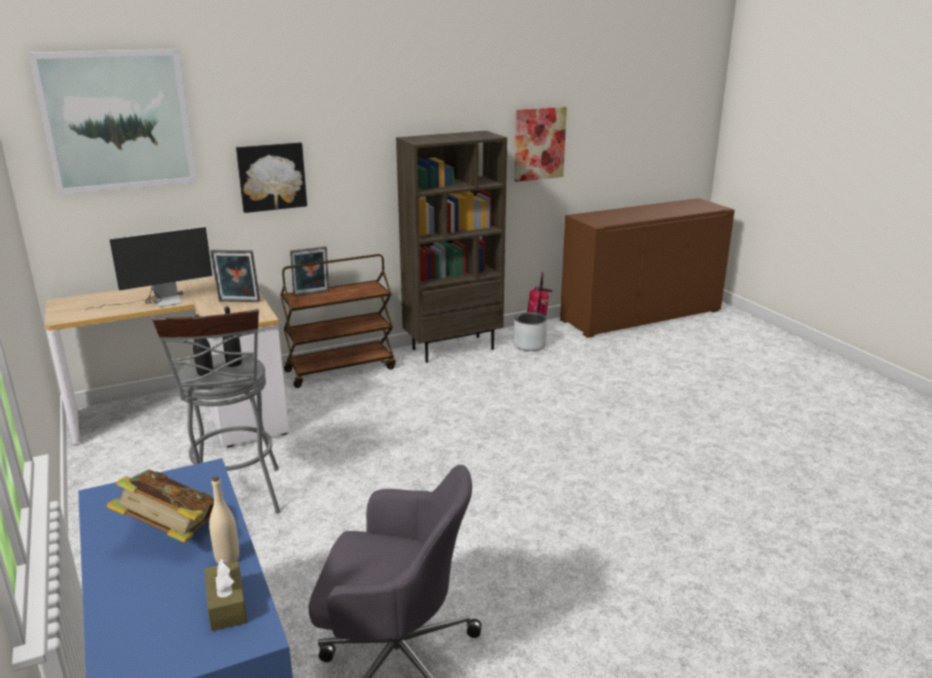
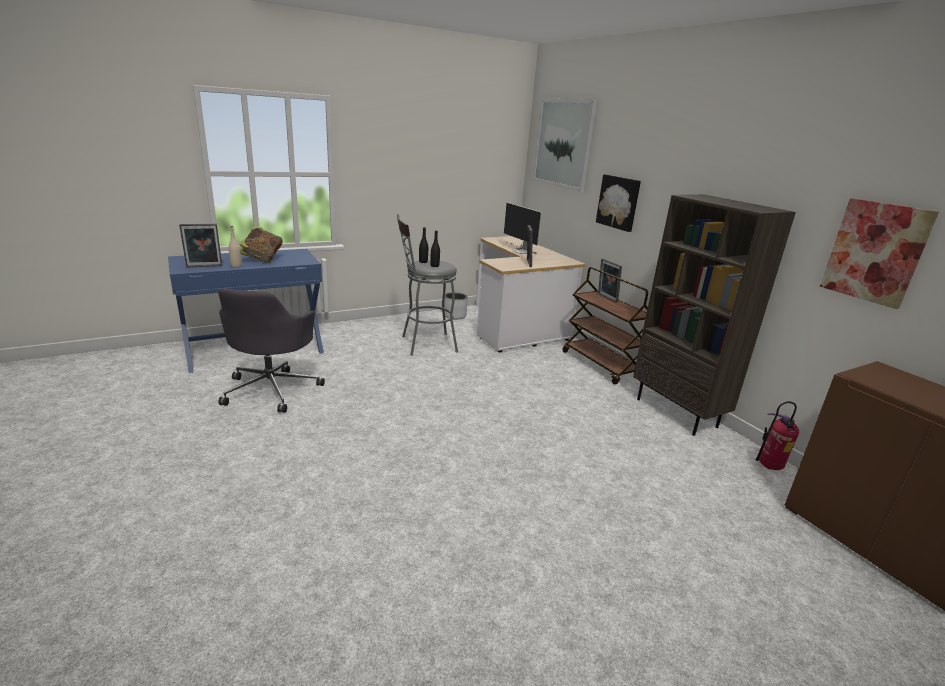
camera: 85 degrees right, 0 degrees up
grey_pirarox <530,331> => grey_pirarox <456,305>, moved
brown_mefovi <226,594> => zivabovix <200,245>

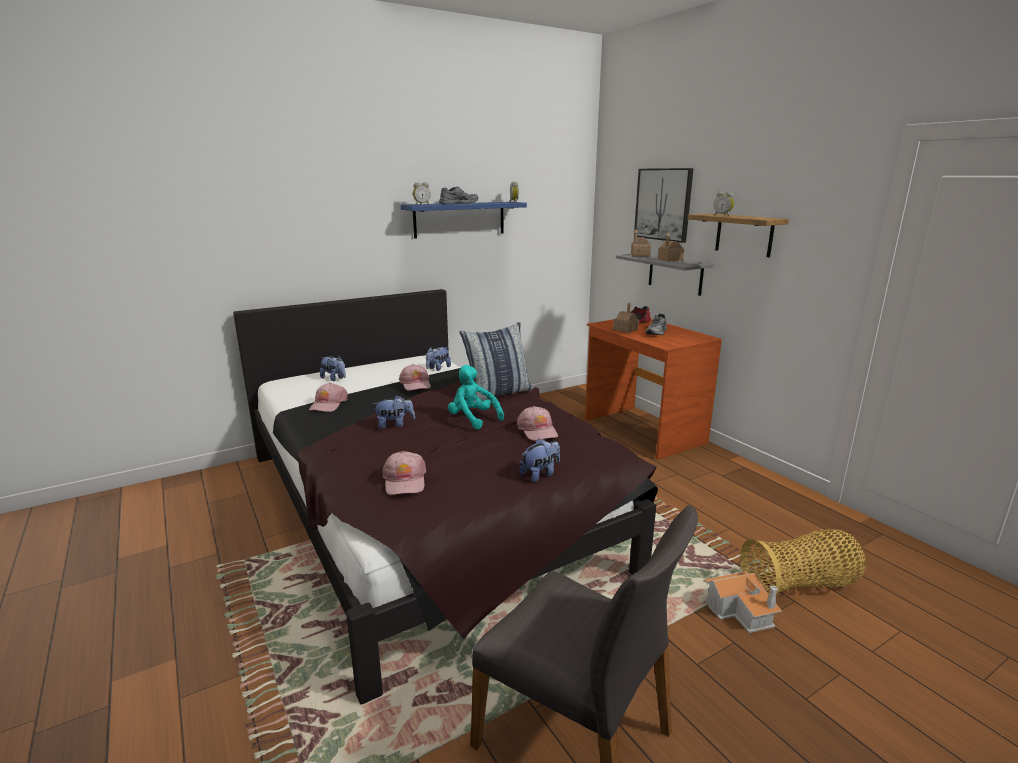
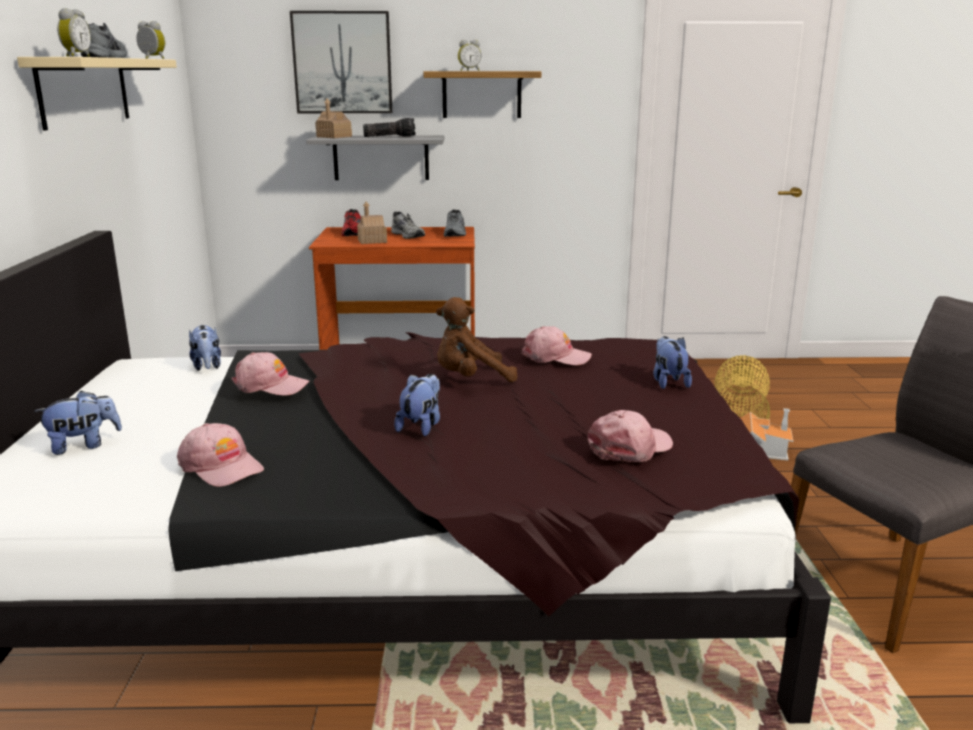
camera: 60 degrees left, 0 degrees up
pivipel <496,361> => nothing
nothing => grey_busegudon <455,223>
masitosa <671,247> => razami <389,127>
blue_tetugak <464,220> => beige_tetugak <97,94>
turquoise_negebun <476,397> => brown_negebun <477,339>
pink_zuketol <404,473> => pink_zuketol <630,436>, 60 degrees counterclockwise

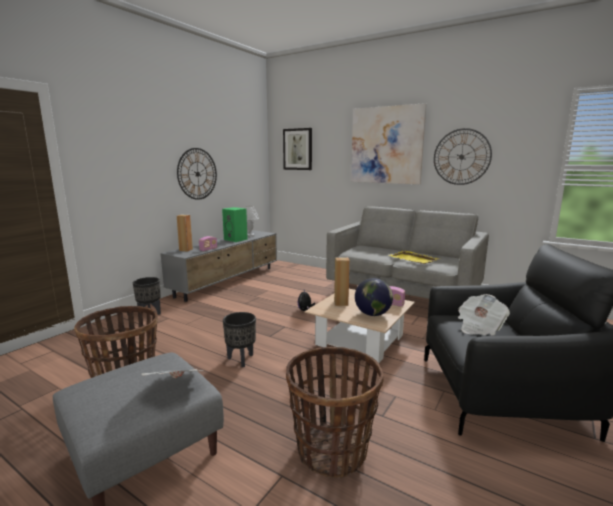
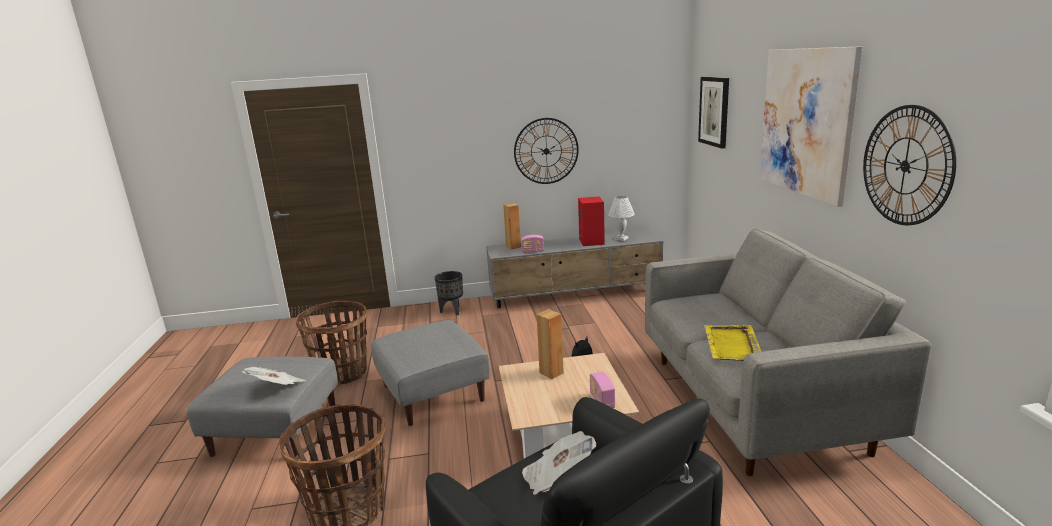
camera: 50 degrees right, 5 degrees up
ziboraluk <374,297> => nothing
black_pirarox <239,339> => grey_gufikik <430,373>
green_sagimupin <235,224> => red_sagimupin <591,221>

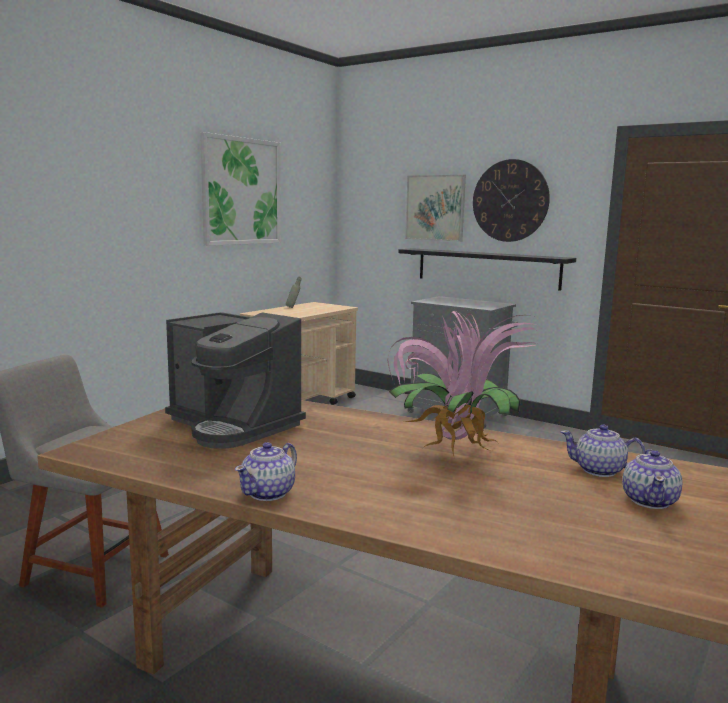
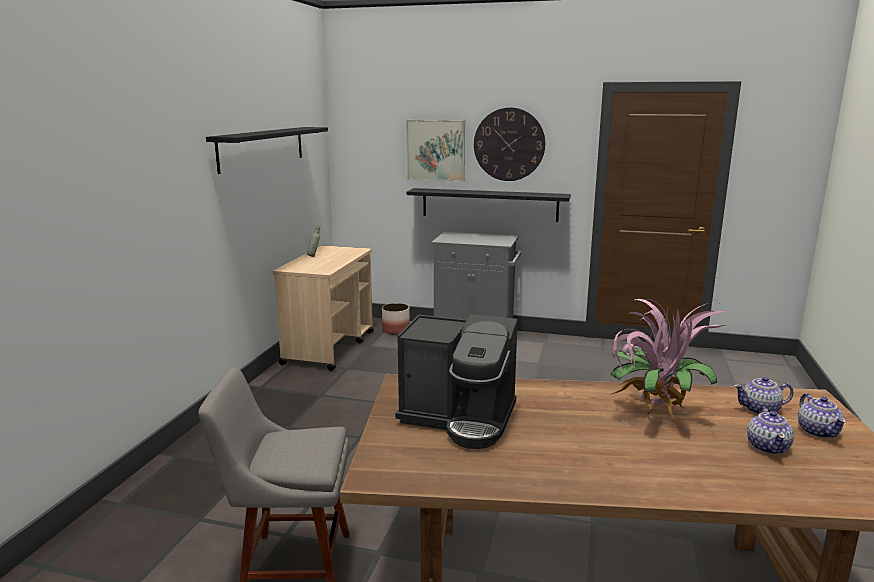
camera: 20 degrees left, 5 degrees up
nothing => pirarox <396,319>
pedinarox <266,471> => pedinarox <770,431>, moved
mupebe <240,189> => black_tetugak <267,150>

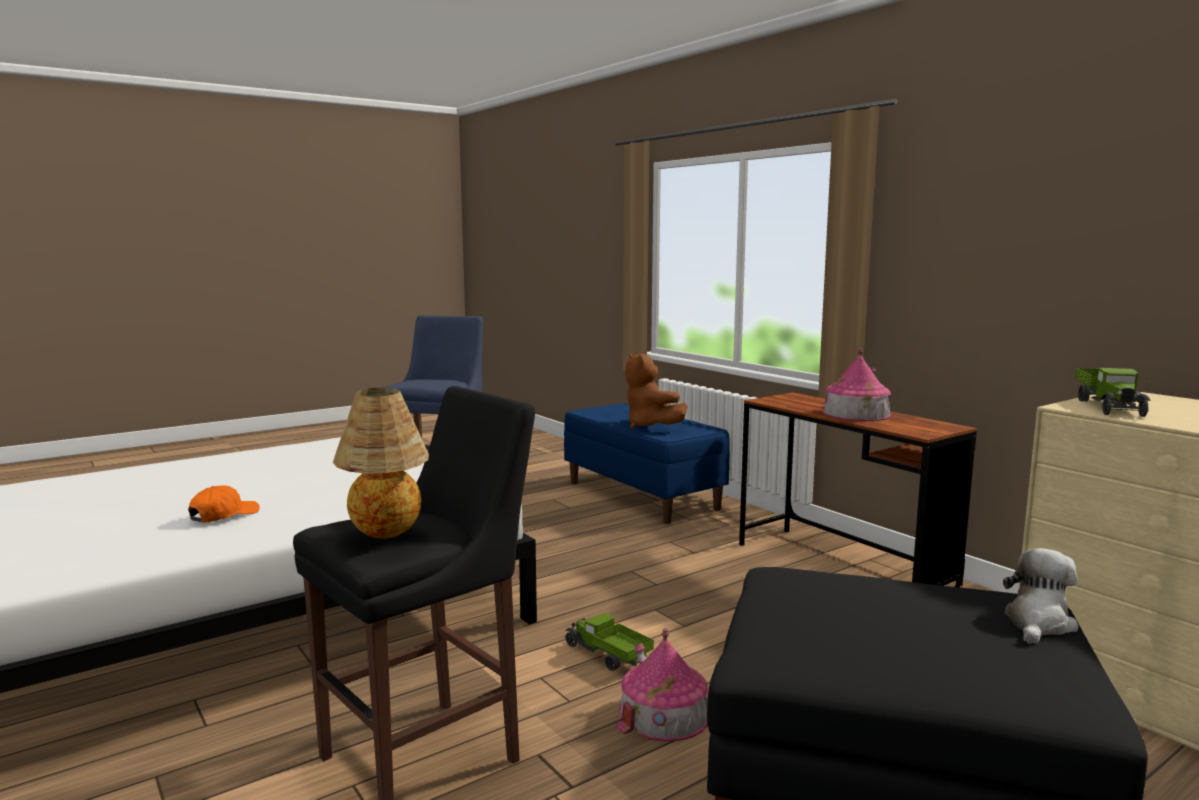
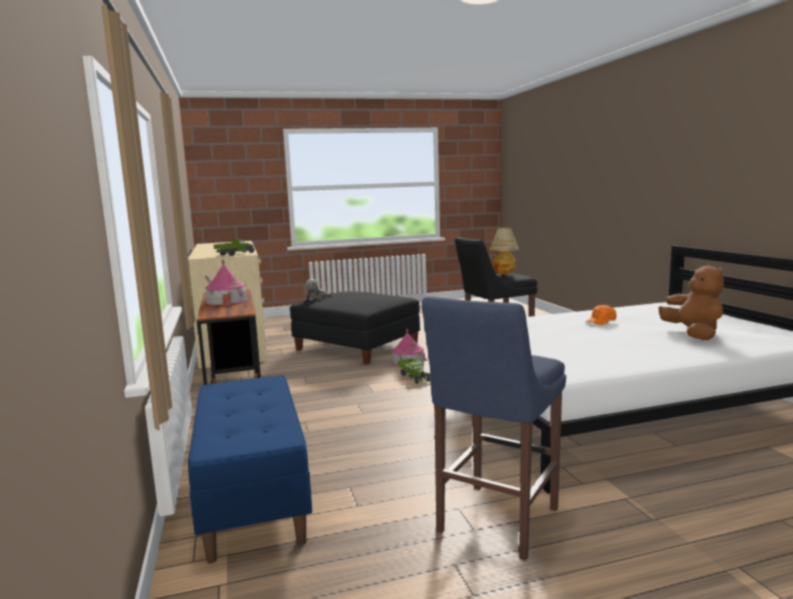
camera: 160 degrees left, 0 degrees up
brown_negebun <656,391> => brown_negebun <691,302>, moved

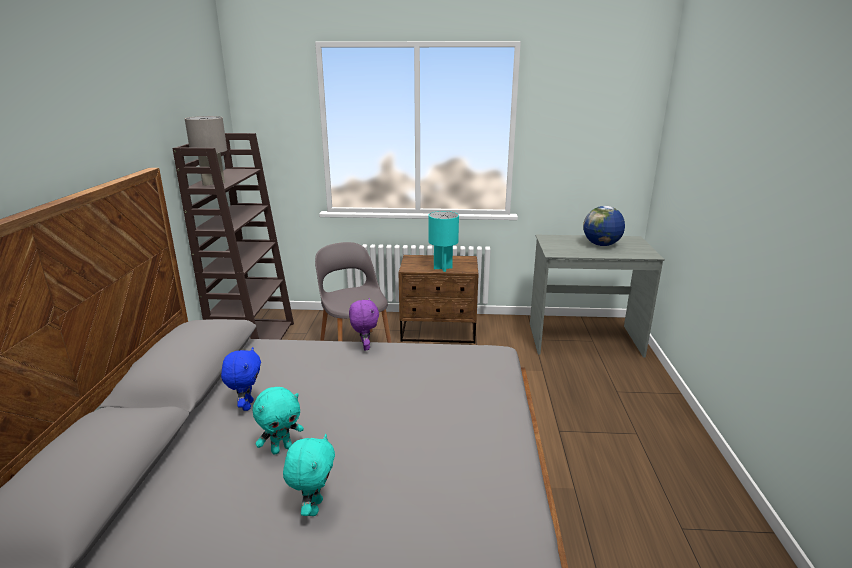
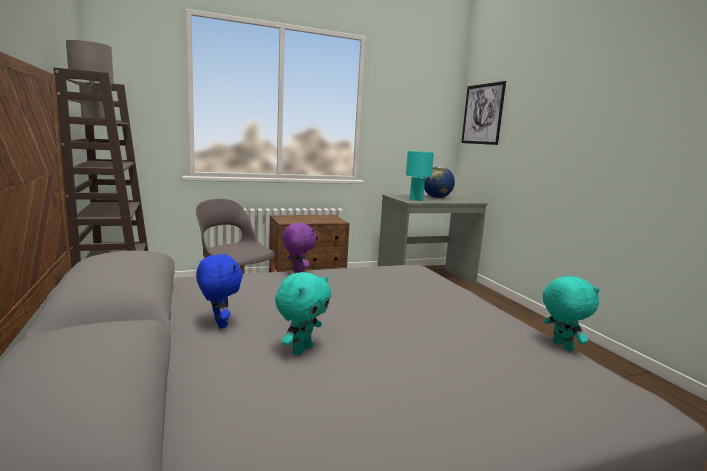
camera: 25 degrees left, 10 degrees down
nothing => mupebe <483,113>
turquoise_negebun <309,475> => turquoise_negebun <571,313>, moved
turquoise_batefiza <443,241> => turquoise_batefiza <420,176>, moved

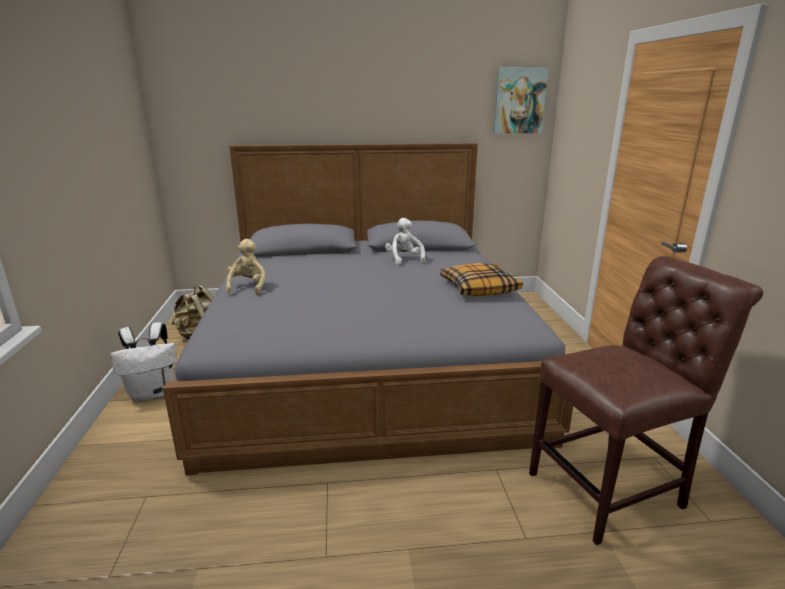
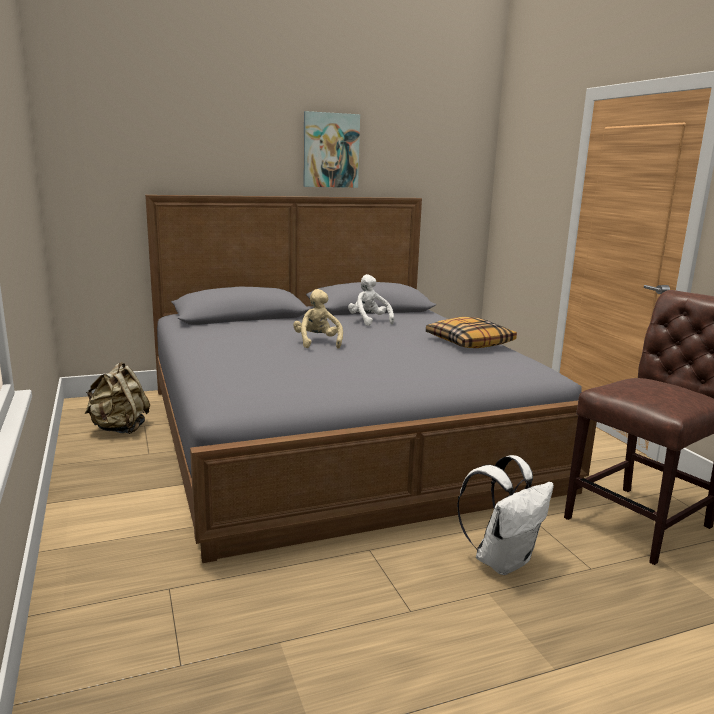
camera: 15 degrees left, 5 degrees down
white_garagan <143,361> => white_garagan <505,515>, moved
beige_negebun <246,267> => beige_negebun <318,319>, moved
mupebe <521,100> => mupebe <332,149>, moved

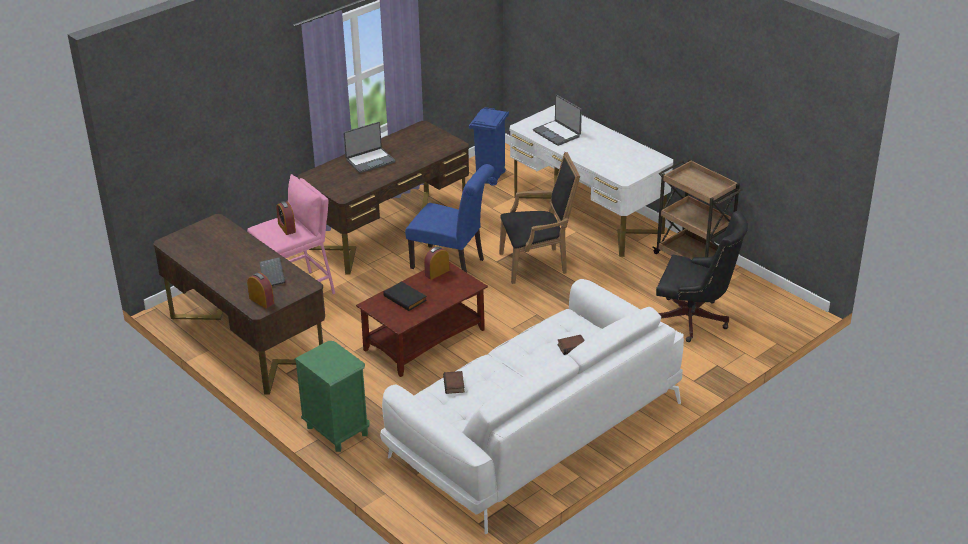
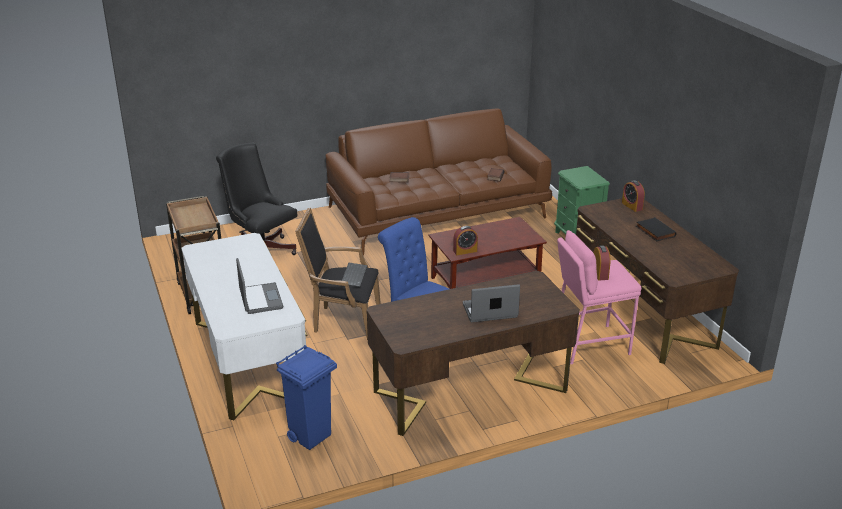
camera: 160 degrees left, 5 degrees down
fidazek <272,271> => fidazek <354,275>, moved
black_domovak <405,296> => black_domovak <656,229>, moved
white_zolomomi <532,406> => brown_zolomomi <439,182>

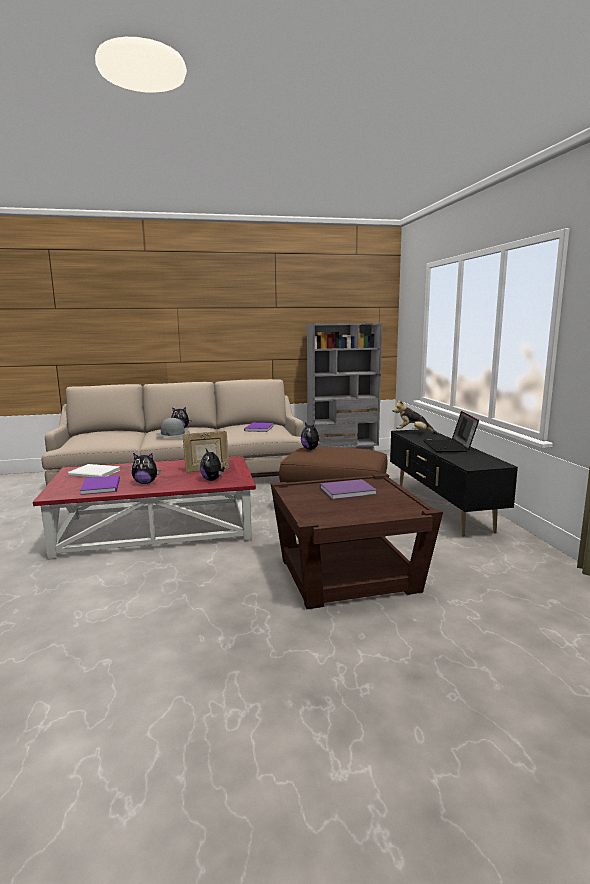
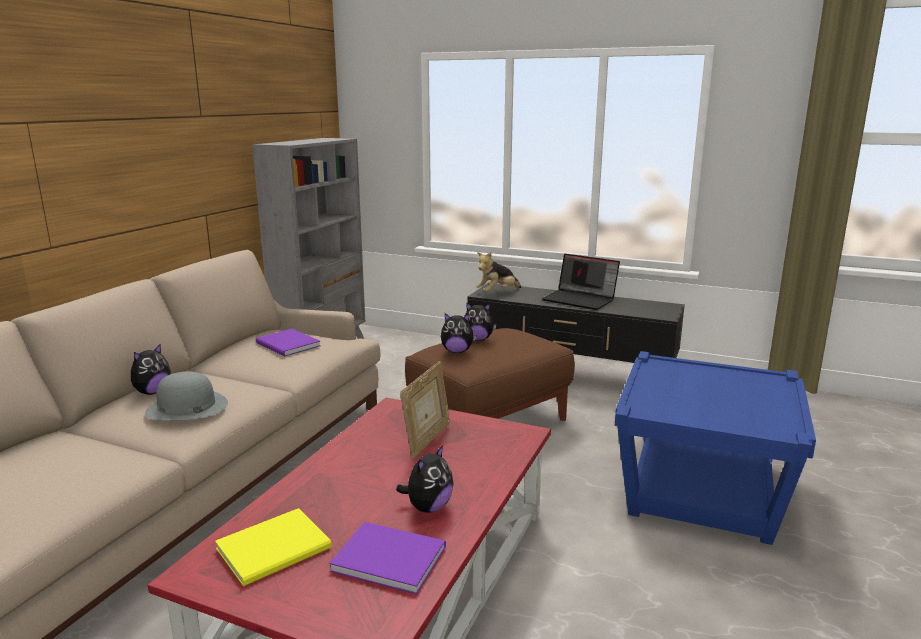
camera: 55 degrees left, 5 degrees up
purple_domovak <348,489> => nothing
negebun <212,465> => negebun <481,321>, moved
white_domovak <94,471> => yellow_domovak <273,547>
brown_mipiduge <357,541> => blue_mipiduge <715,448>

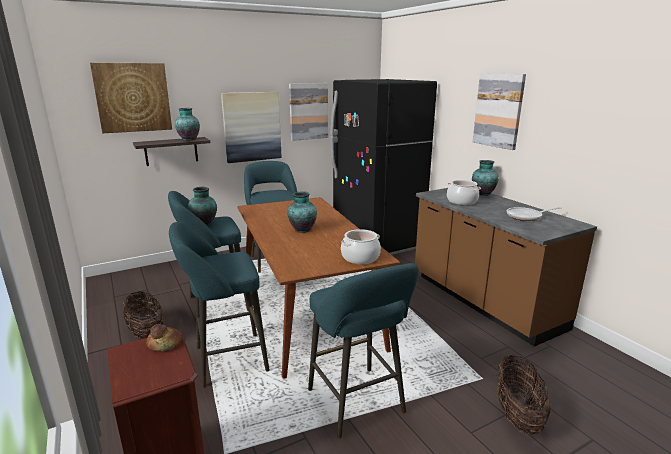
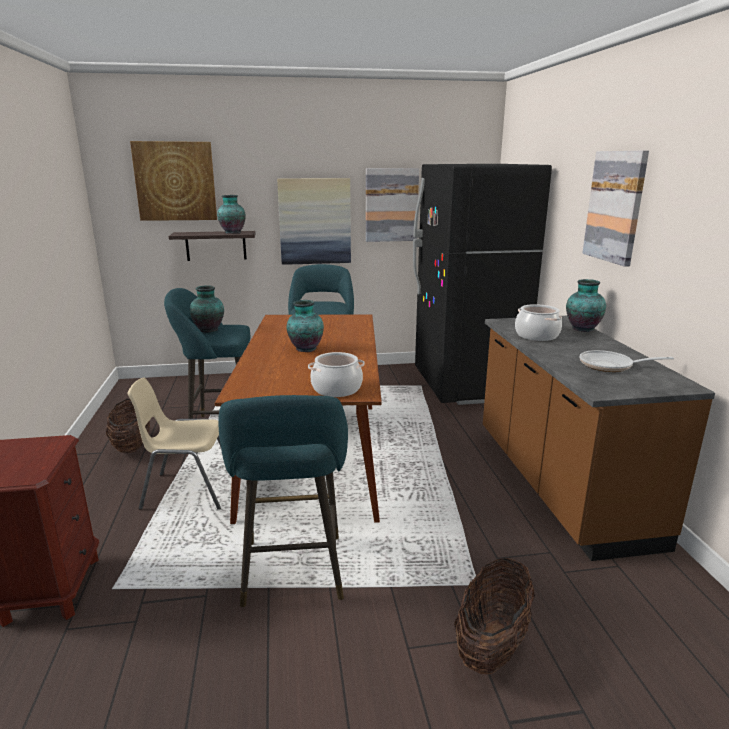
camera: 20 degrees right, 0 degrees up
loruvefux <163,337> => nothing
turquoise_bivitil <219,304> => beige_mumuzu <174,443>

